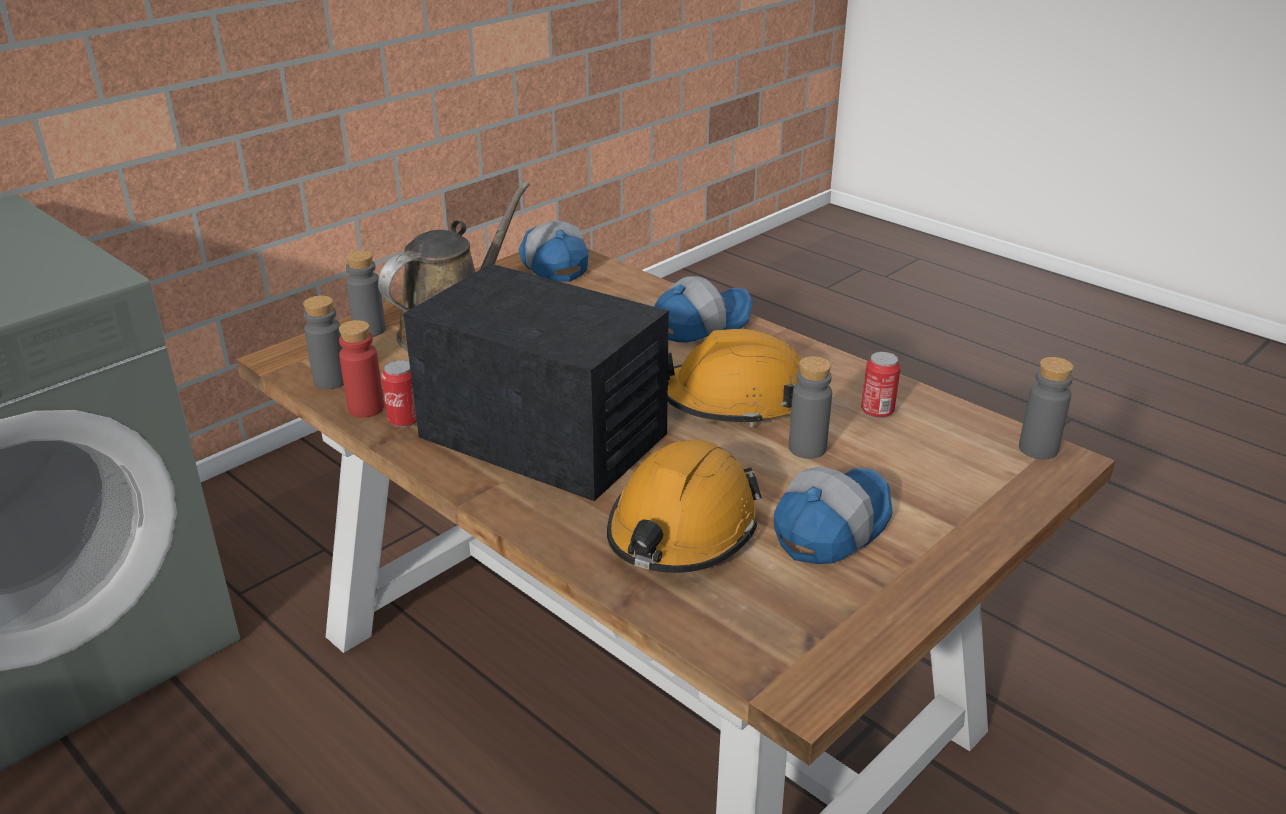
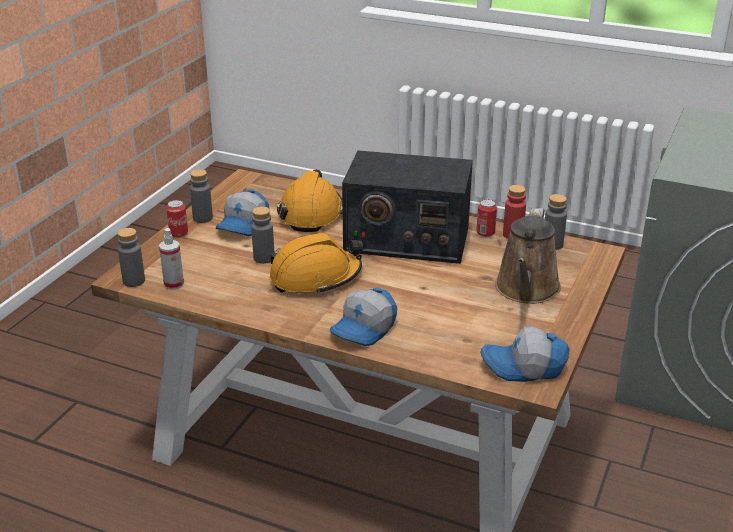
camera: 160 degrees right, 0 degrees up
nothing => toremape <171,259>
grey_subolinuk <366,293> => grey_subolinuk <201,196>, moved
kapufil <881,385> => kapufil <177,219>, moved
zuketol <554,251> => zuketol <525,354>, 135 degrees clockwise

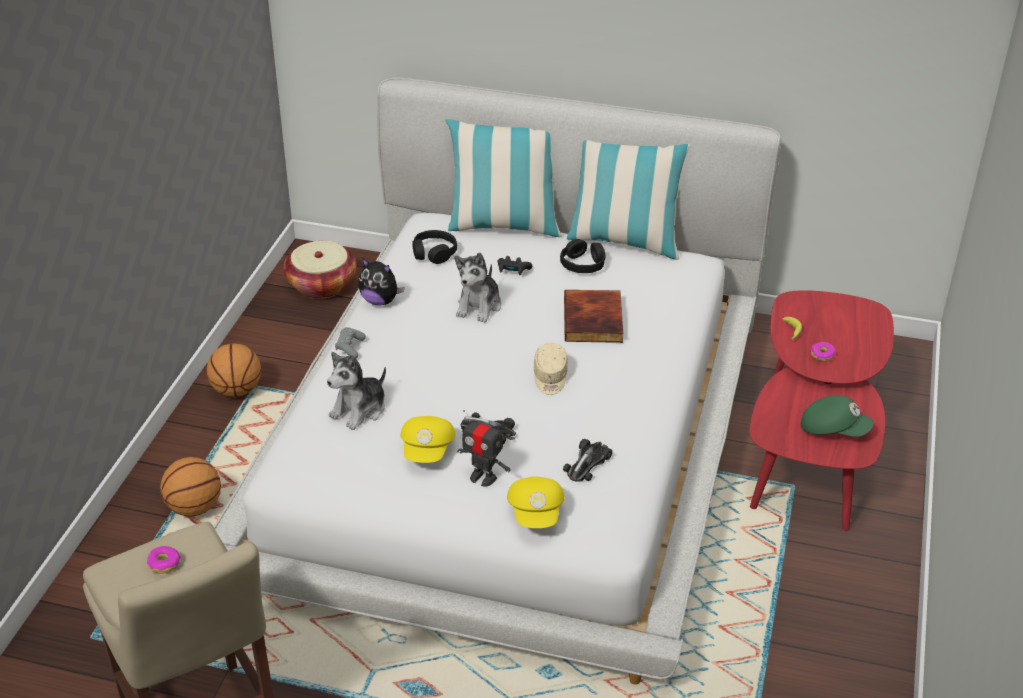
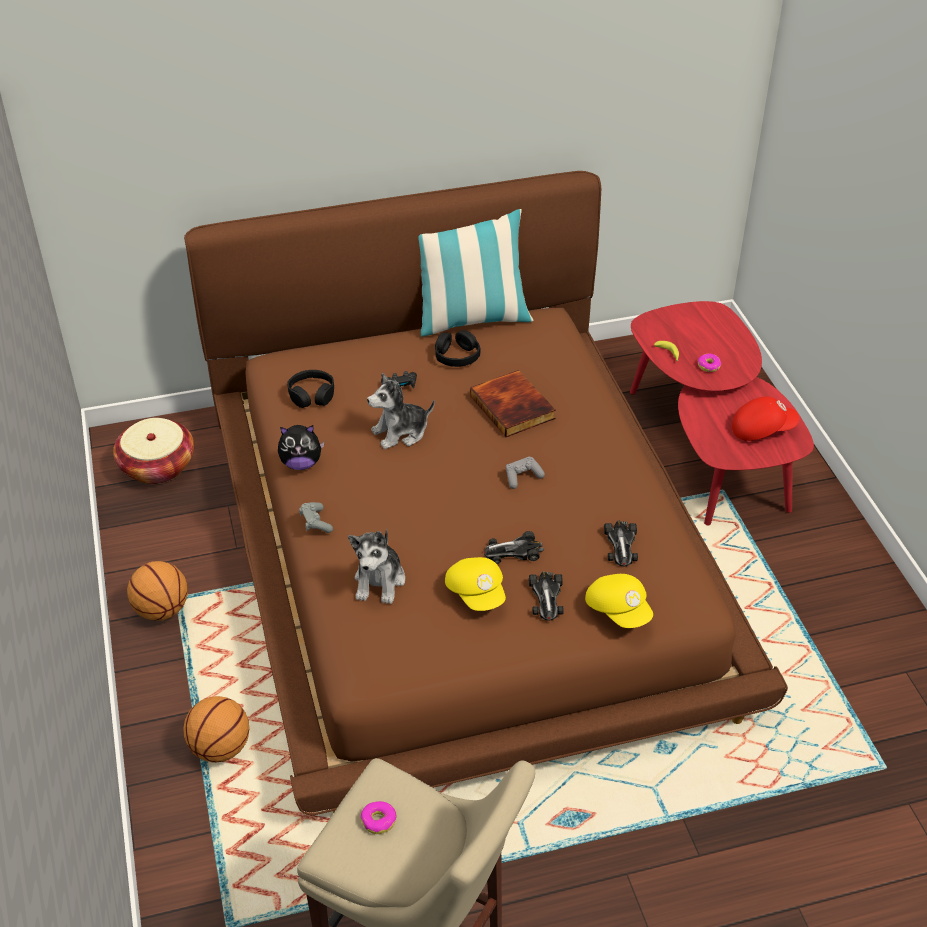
camera: 30 degrees left, 5 degrees up
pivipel <503,178> => nothing
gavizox <484,448> => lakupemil <546,596>
beige_zuketol <551,369> => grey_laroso <525,473>
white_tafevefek <498,381> => brown_tafevefek <486,493>
green_zuketol <837,416> => red_zuketol <765,419>
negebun <478,288> => negebun <401,411>, 75 degrees clockwise

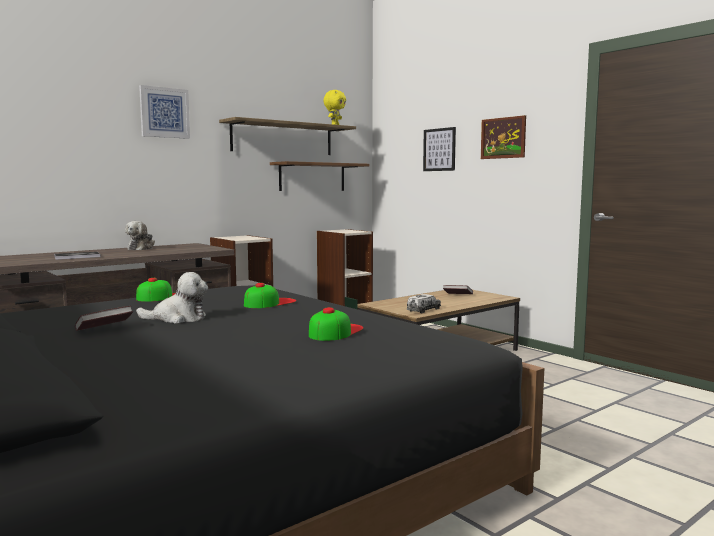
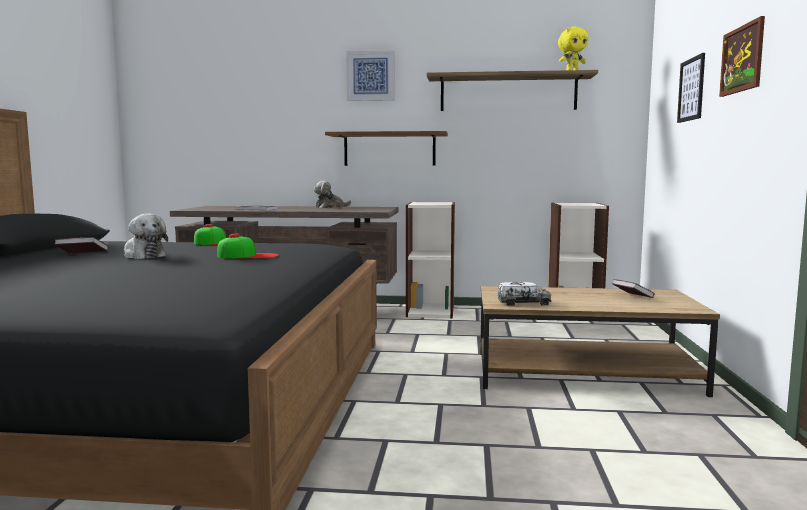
camera: 45 degrees right, 0 degrees up
zuketol <336,324> => nothing
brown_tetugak <319,176> => brown_tetugak <386,148>, moved

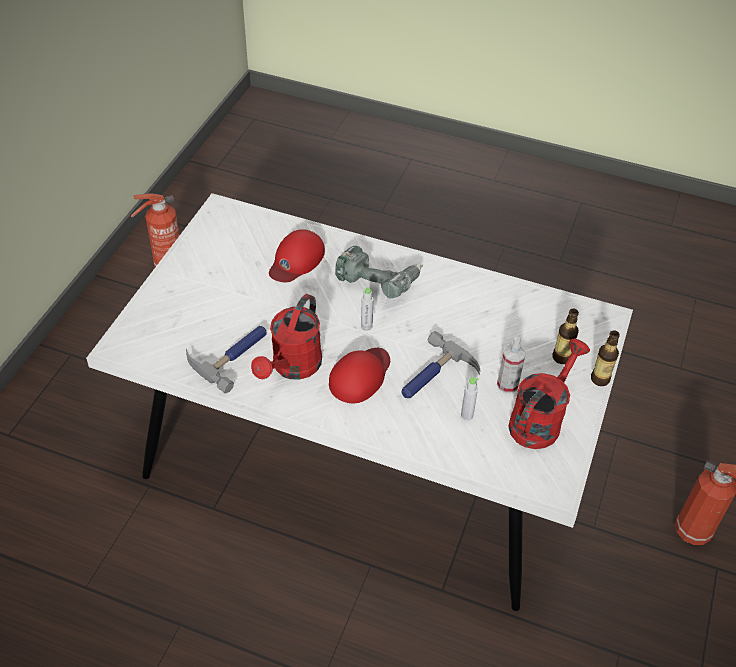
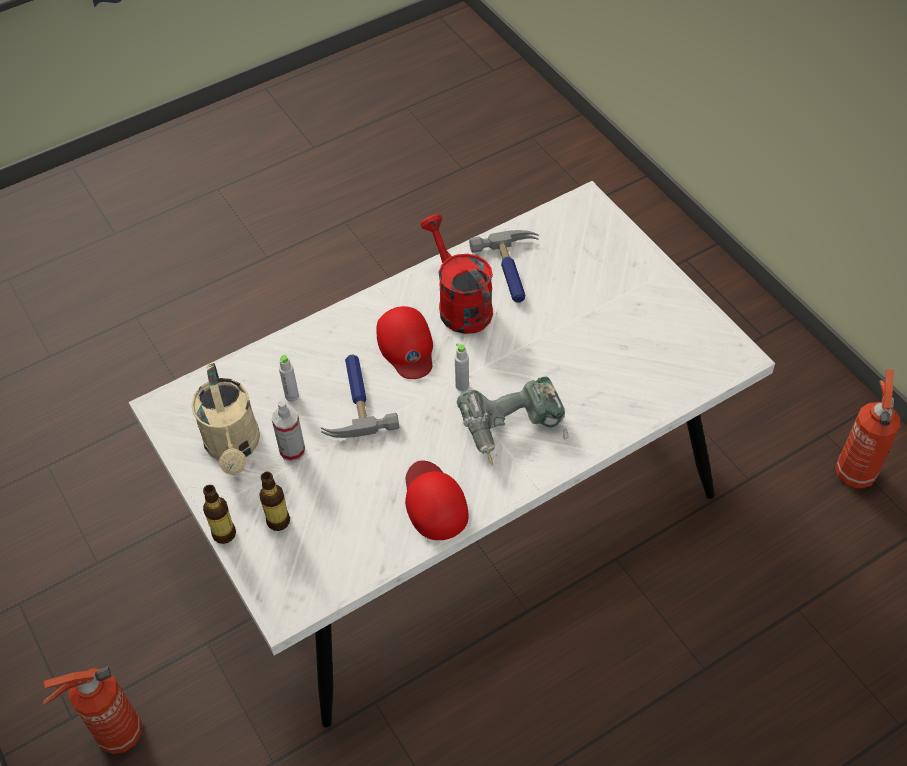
camera: 130 degrees right, 5 degrees up
red_zuketol <297,255> => red_zuketol <437,500>, moved
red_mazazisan <549,394> => beige_mazazisan <225,419>

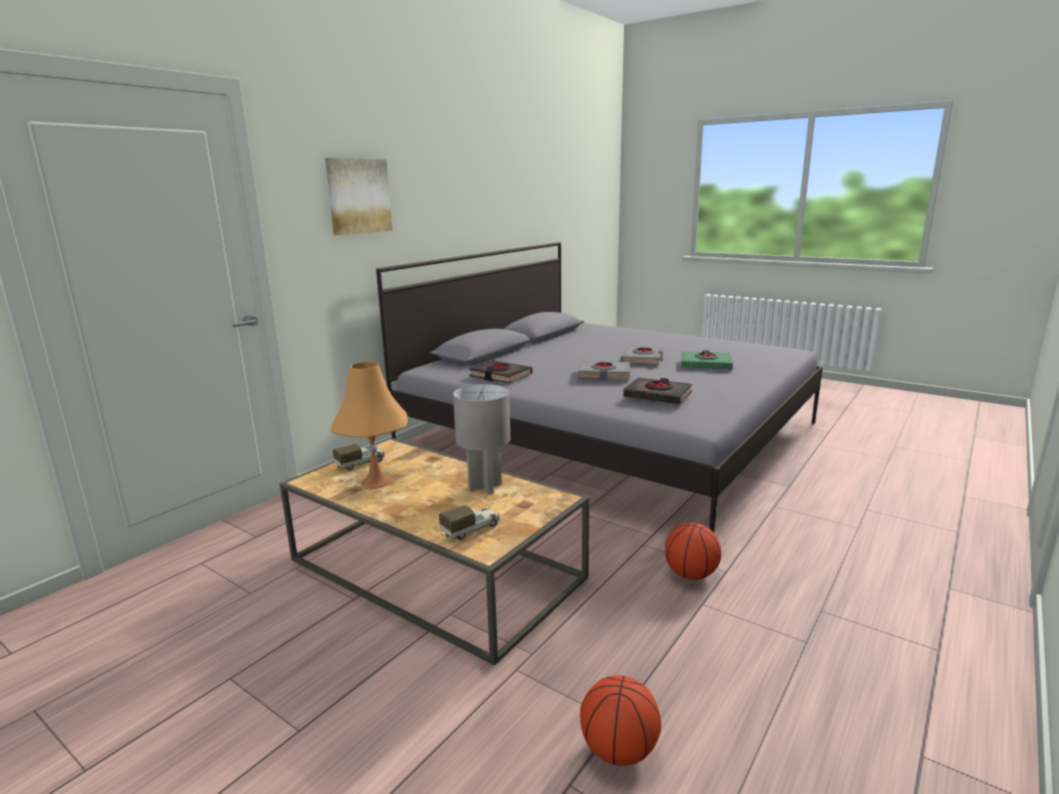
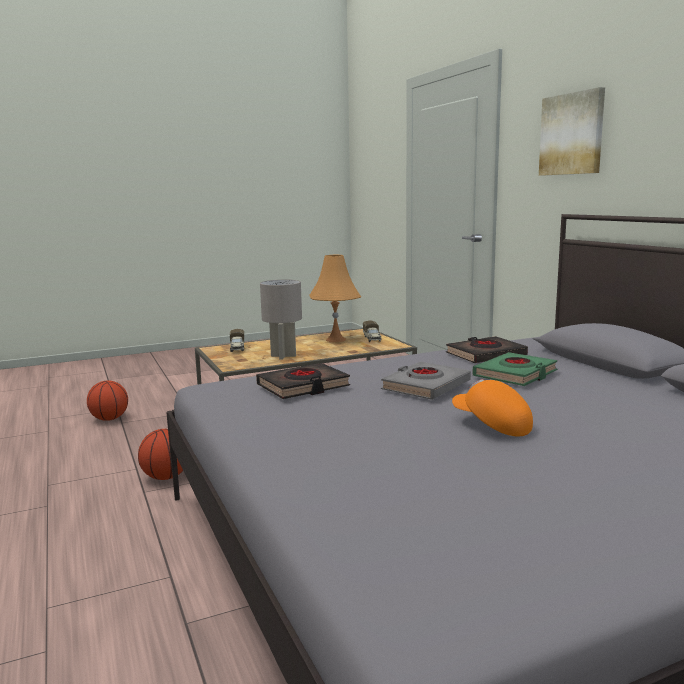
camera: 120 degrees right, 5 degrees down
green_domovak <707,359> => green_domovak <515,369>, moved
grey_domovak <642,355> => orange_zuketol <492,408>

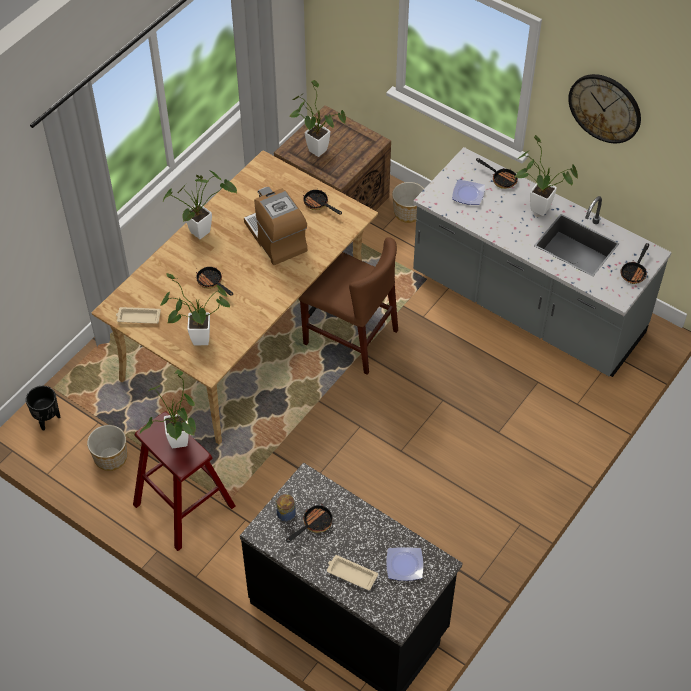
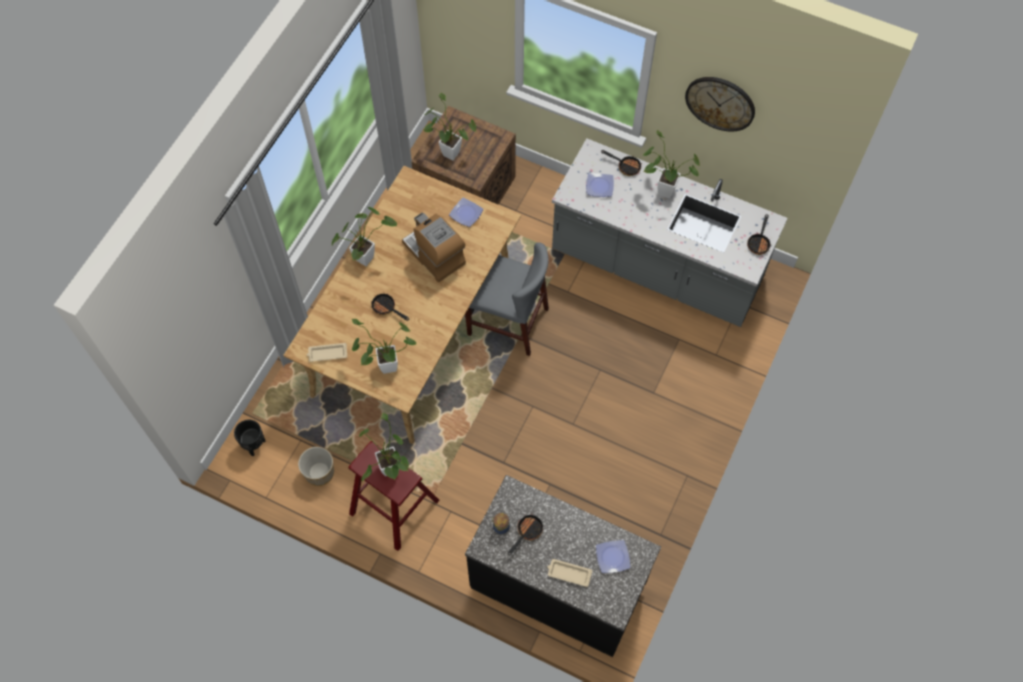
camera: 10 degrees left, 10 degrees up
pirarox <408,202> => nothing
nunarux <322,202> => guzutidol <466,212>
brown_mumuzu <348,306> => grey_mumuzu <507,299>

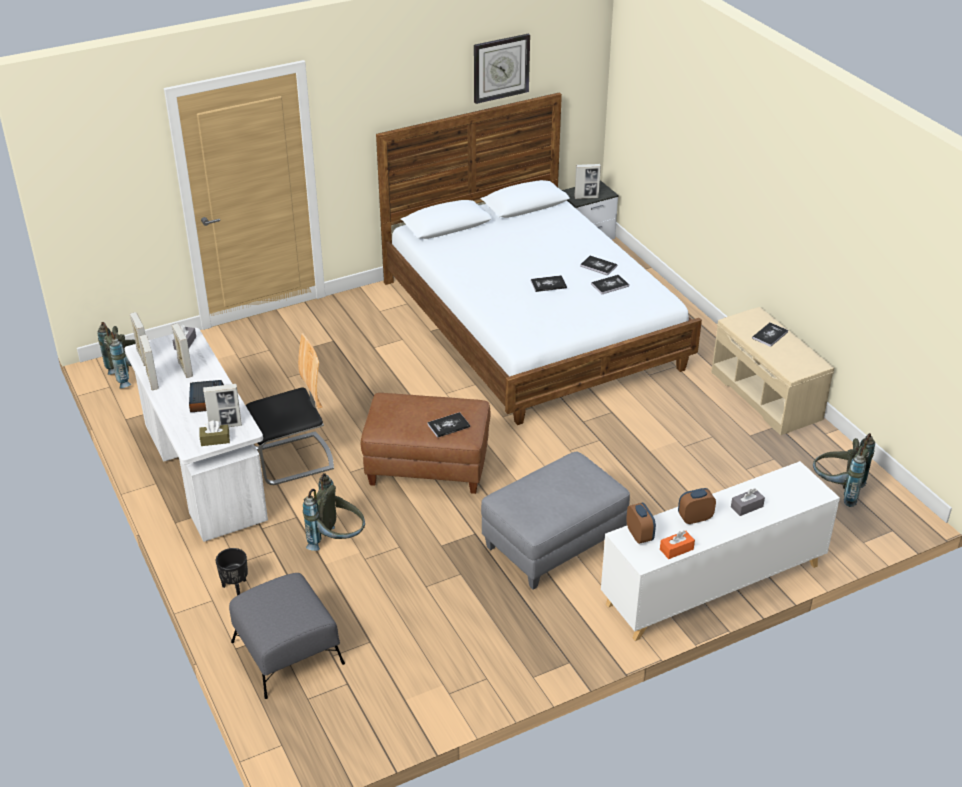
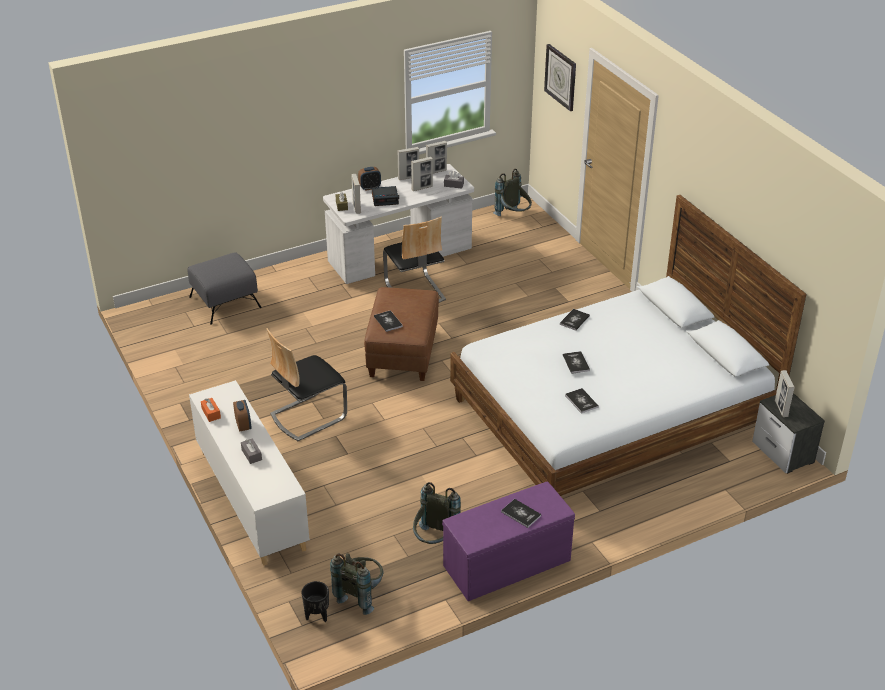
camera: 90 degrees right, 0 degrees up
black_pirarox <232,572> => black_pirarox <315,601>, moved
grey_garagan <334,512> => grey_garagan <437,513>, moved
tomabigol <502,69> => tomabigol <560,77>, moved
domovak <598,266> => domovak <575,320>, moved
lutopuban <641,523> => lutopuban <369,178>, moved
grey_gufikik <555,521> => mumuzu <307,384>
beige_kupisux <772,371> => purple_kupisux <508,541>

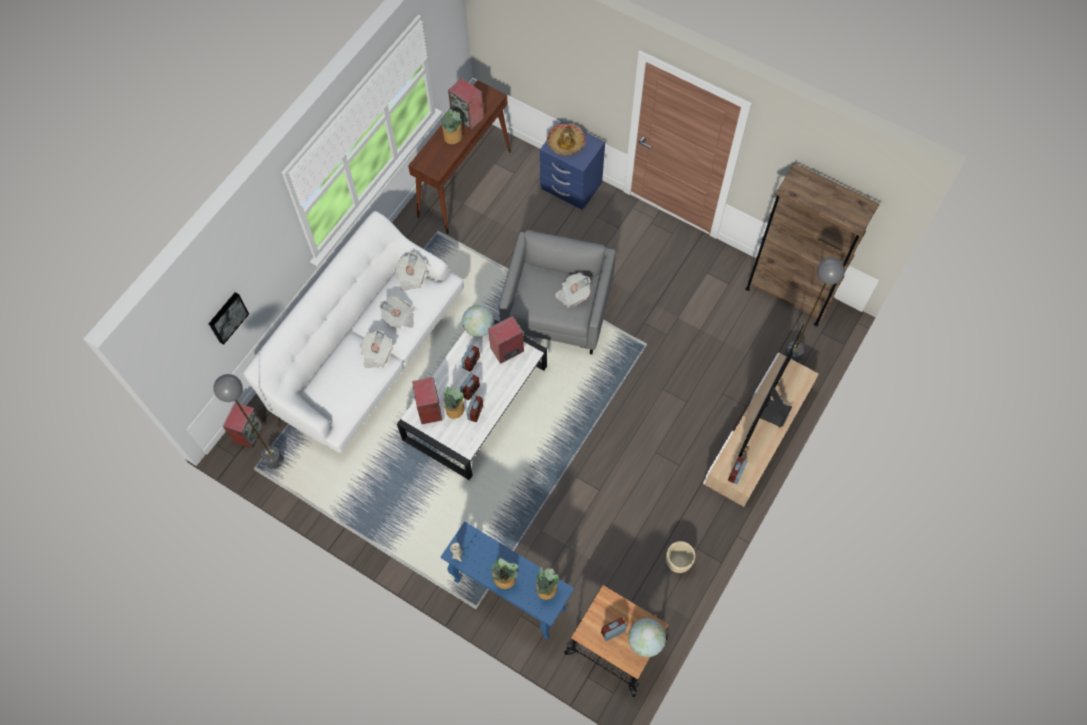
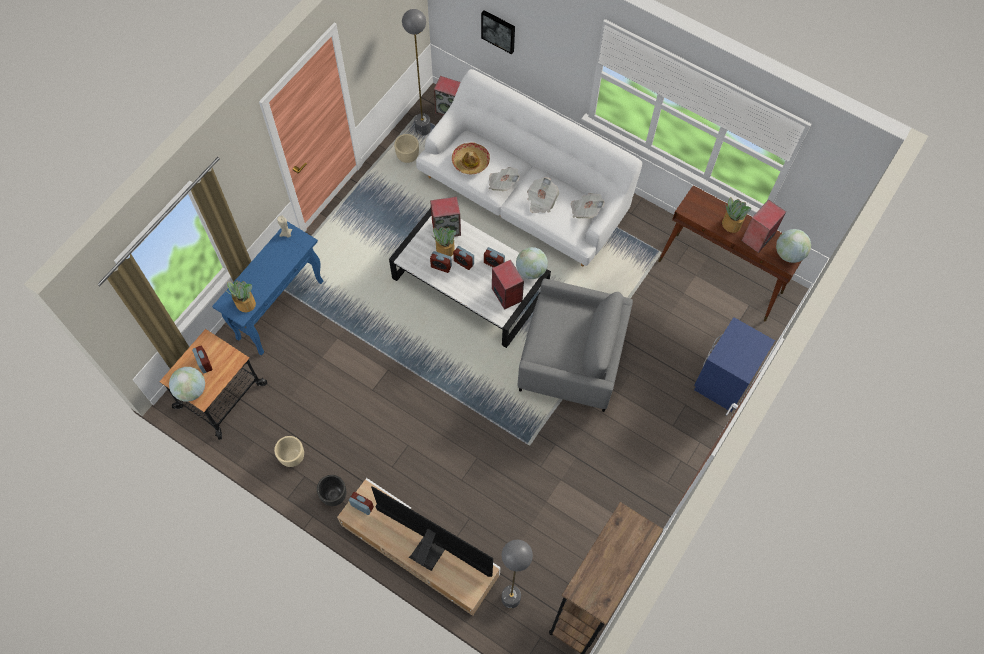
camera: 90 degrees right, 0 degrees up
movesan <504,573> => nothing
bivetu <573,290> => nothing
nothing => black_pirarox <331,490>
nothing => beige_pirarox <406,148>
nothing => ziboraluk <793,246>
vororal <566,140> => vororal <471,158>, moved

